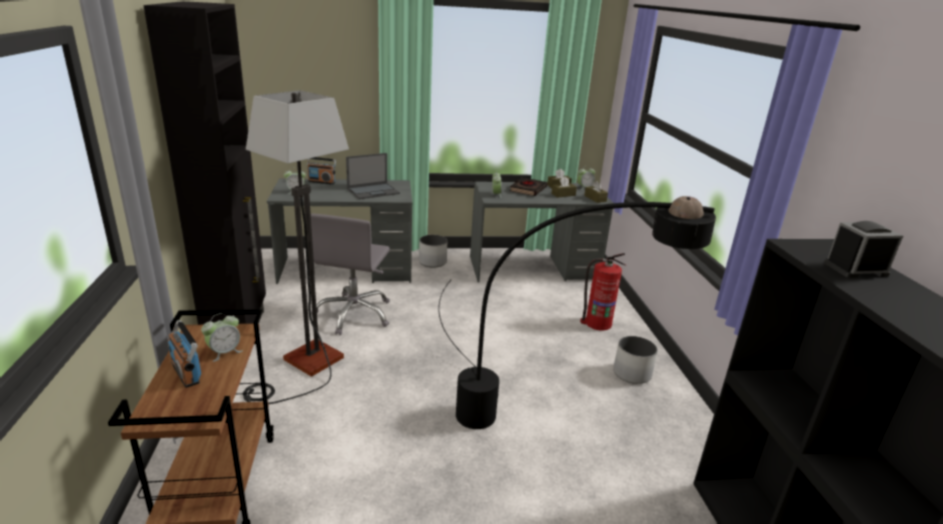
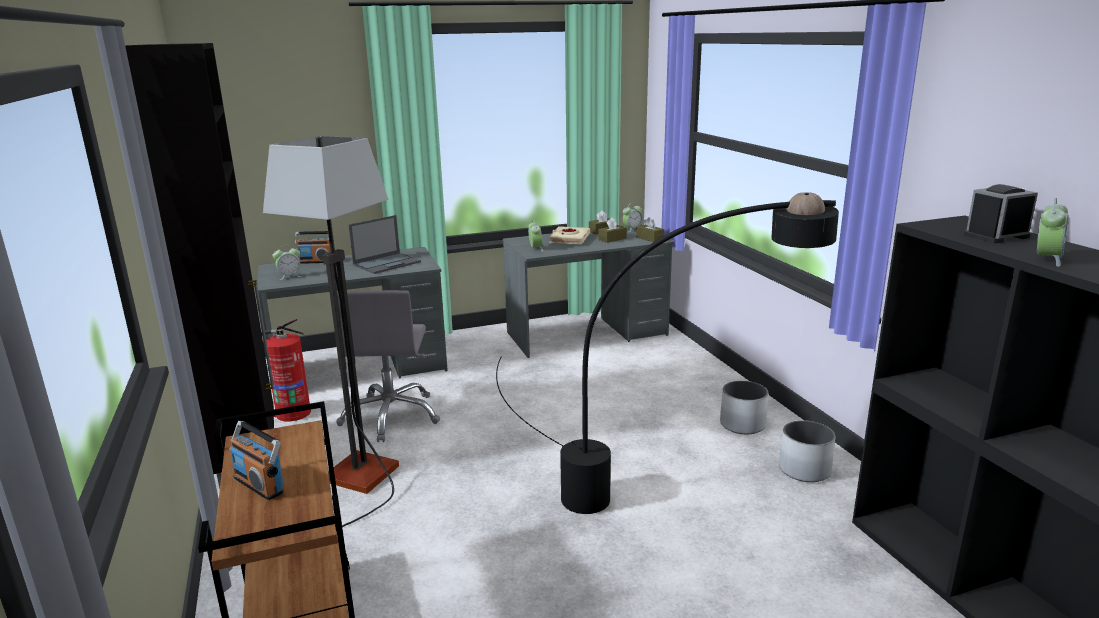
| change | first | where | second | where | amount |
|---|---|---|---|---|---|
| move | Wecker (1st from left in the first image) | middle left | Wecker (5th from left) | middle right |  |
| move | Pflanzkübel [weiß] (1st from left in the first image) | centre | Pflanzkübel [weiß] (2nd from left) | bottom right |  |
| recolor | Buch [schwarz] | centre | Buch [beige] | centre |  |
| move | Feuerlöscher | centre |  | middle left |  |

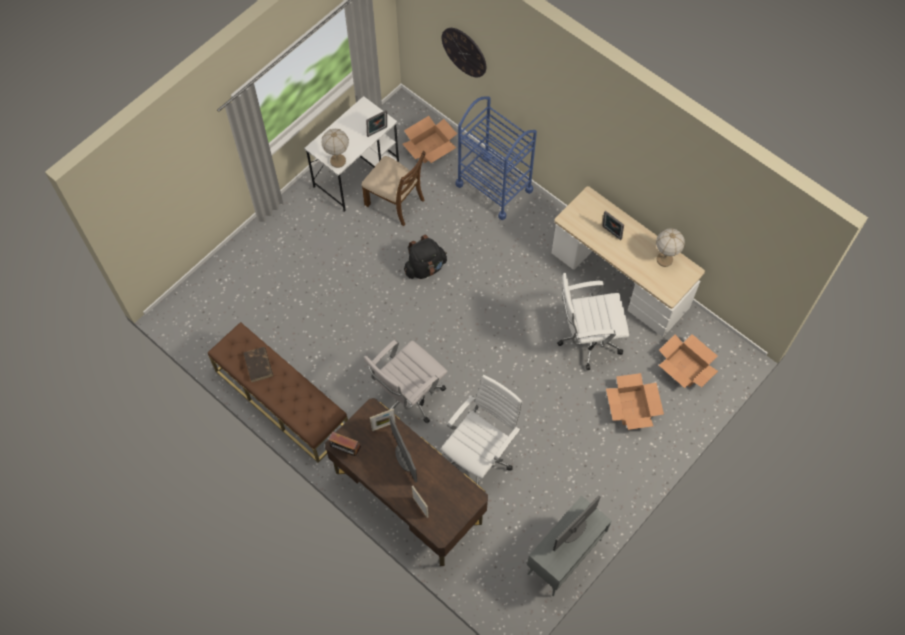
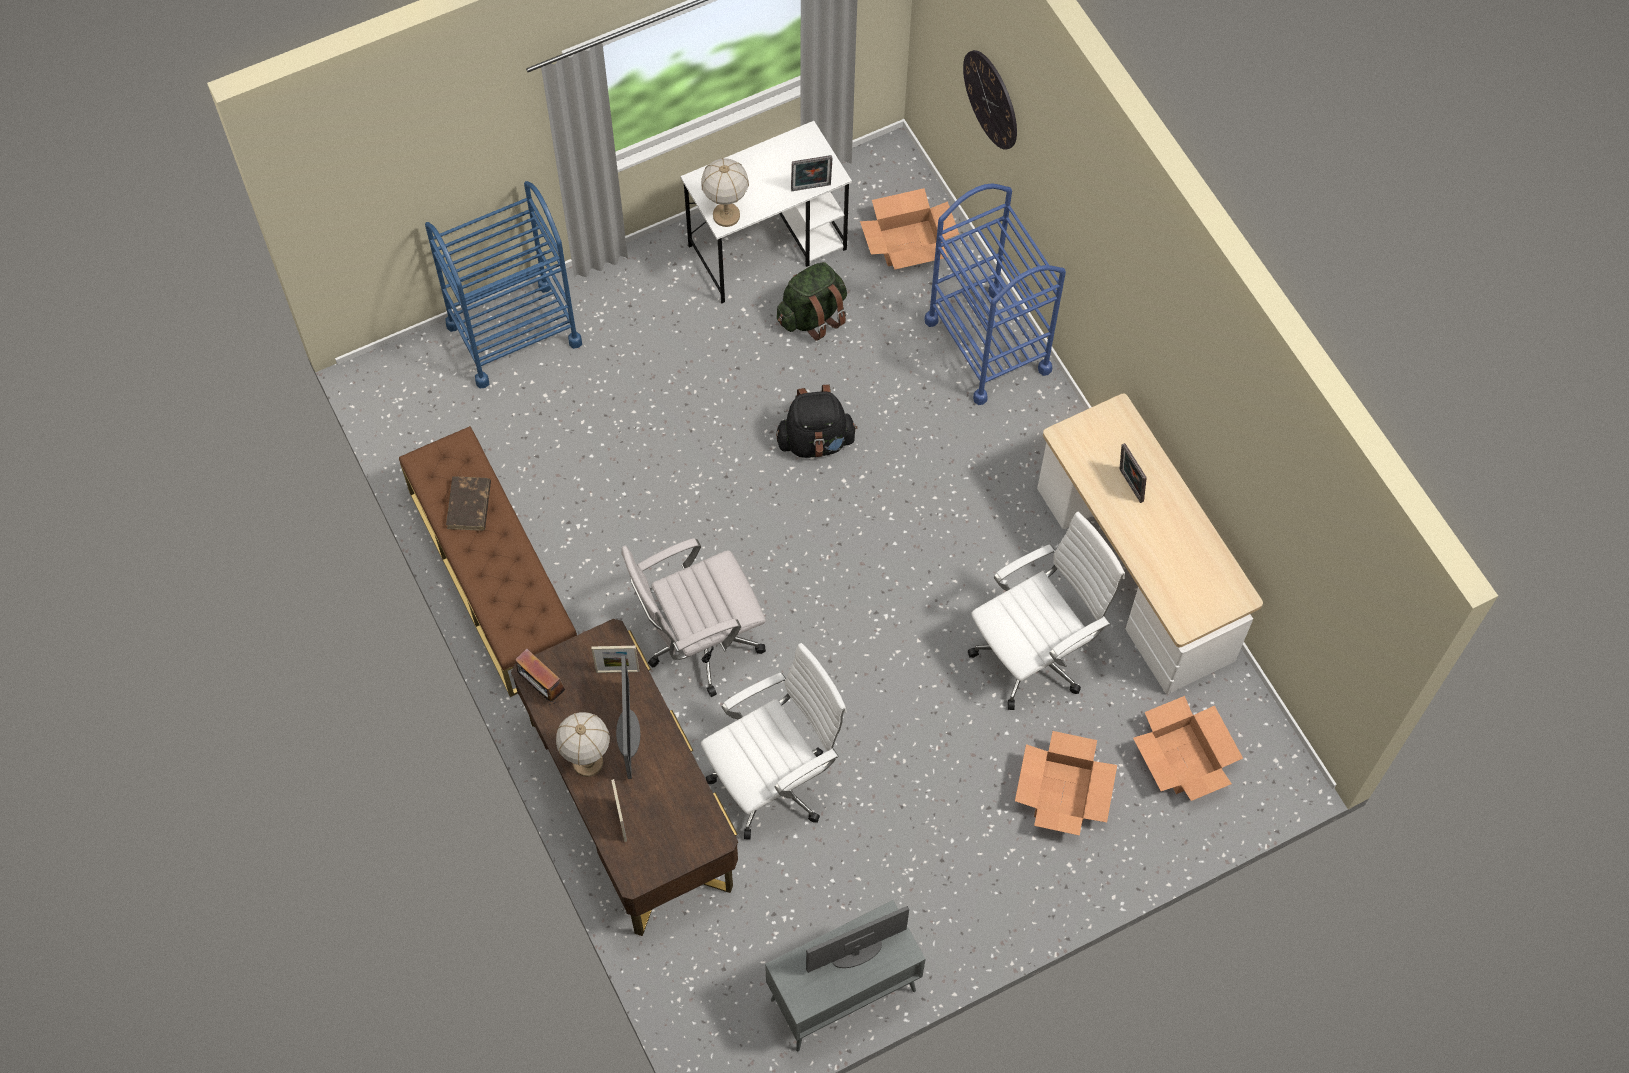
| change | first | where | second | where | amount |
|---|---|---|---|---|---|
| replace | Stuhl [braun] | top centre | Rucksack [grün] | top centre |  |
| rotate | Bürostuhl [weiß] (3rd from left) | centre |  | centre | 135 degrees clockwise |
| move | Tischlampe (2nd from left in the first image) | middle right | Tischlampe (1st from left) | bottom centre |  |
| insert |  |  | Rollwagen [blau] (1st from left) | top left |  |

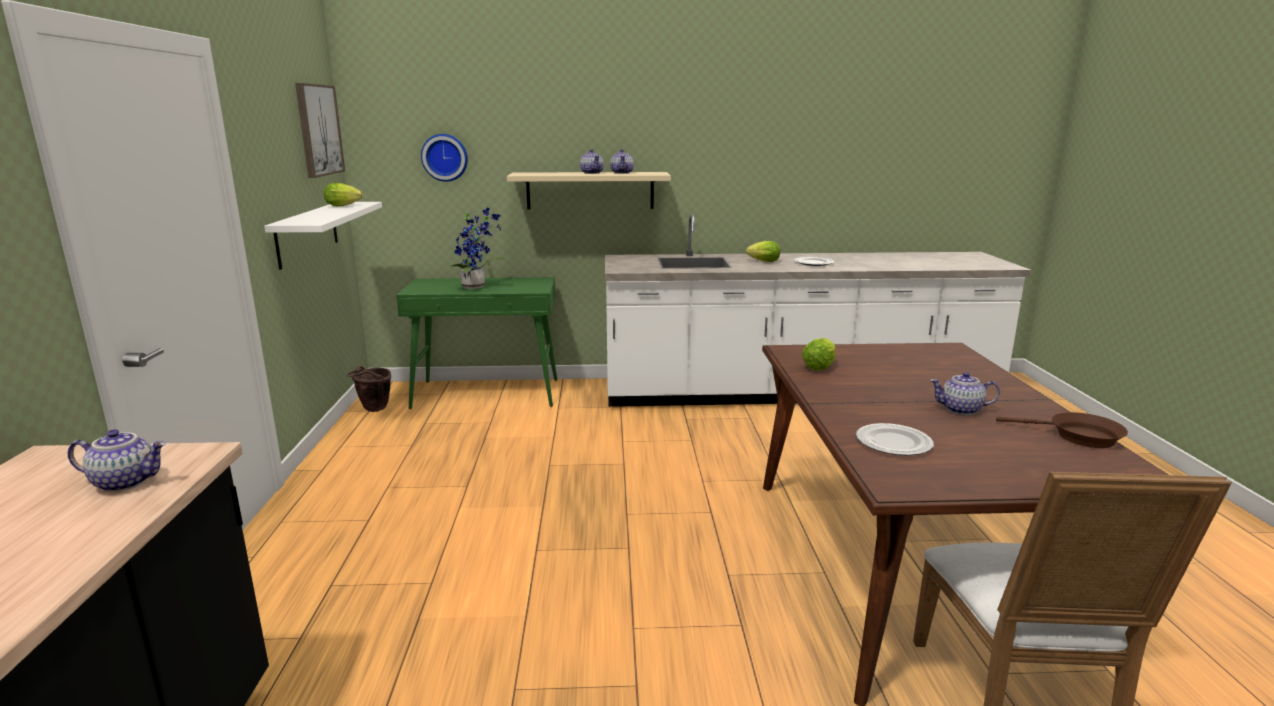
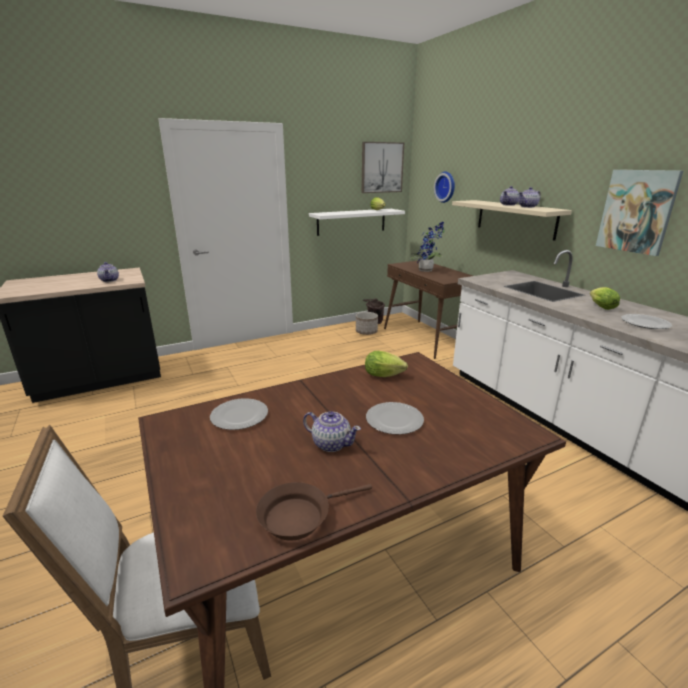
| change | first | where | second | where | amount |
|---|---|---|---|---|---|
| recolor | Konsolentisch [grün] | centre | Konsolentisch [braun] | centre |  |
| rotate | Teekanne (4th from left in the first image) | middle right | Teekanne (2nd from left) | centre | 135 degrees clockwise |
| rotate | Pfanne [braun] | middle right |  | bottom centre | 60 degrees clockwise |
| insert |  |  | Pflanzkübel | centre |  |
| insert |  |  | Teller (2nd from left) | centre |  |
| insert |  |  | Bild (2nd from left) | top right |  |

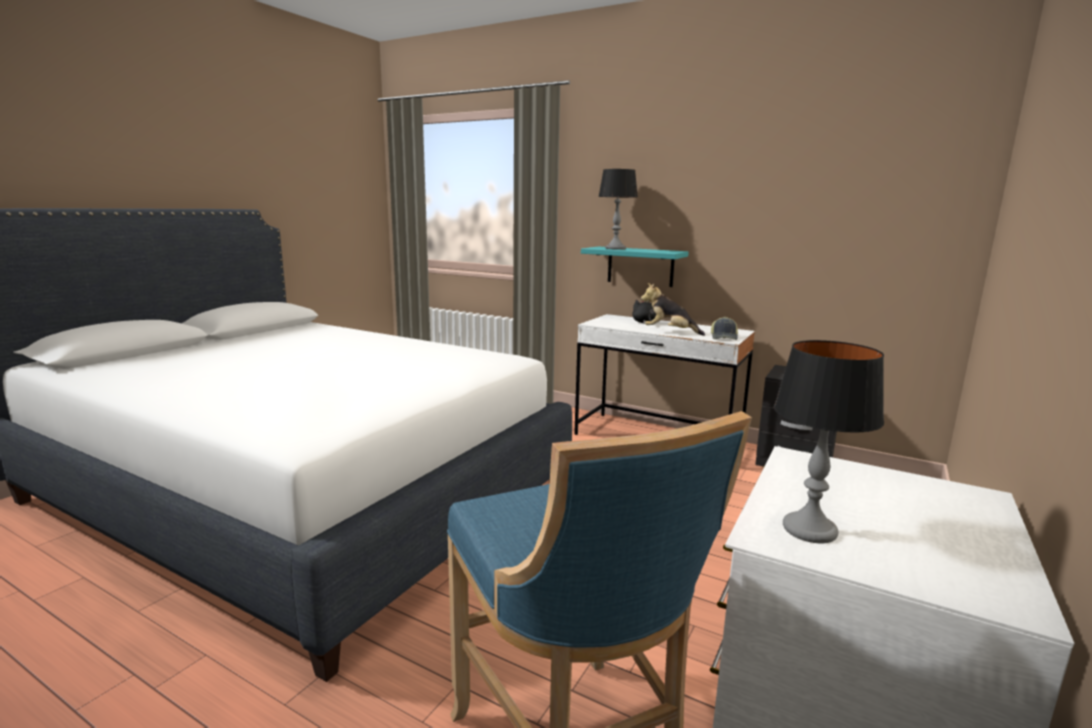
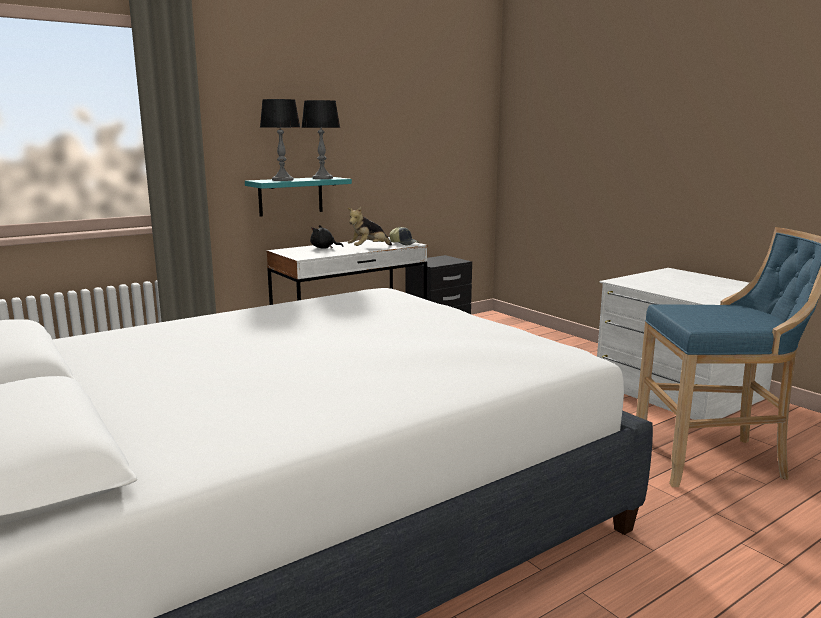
| change | first | where | second | where | amount |
|---|---|---|---|---|---|
| move | Tischlampe (2nd from left) | middle right |  | top centre |  |

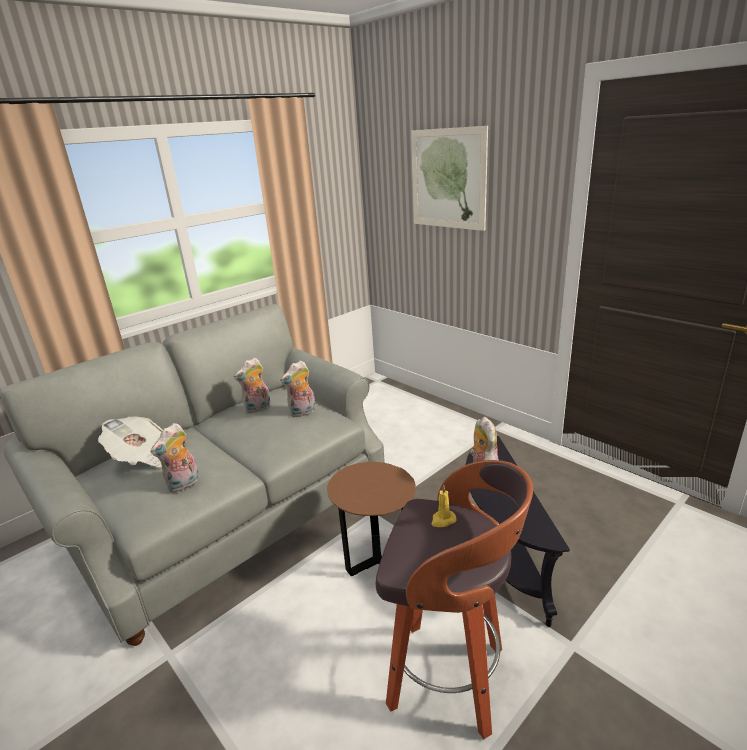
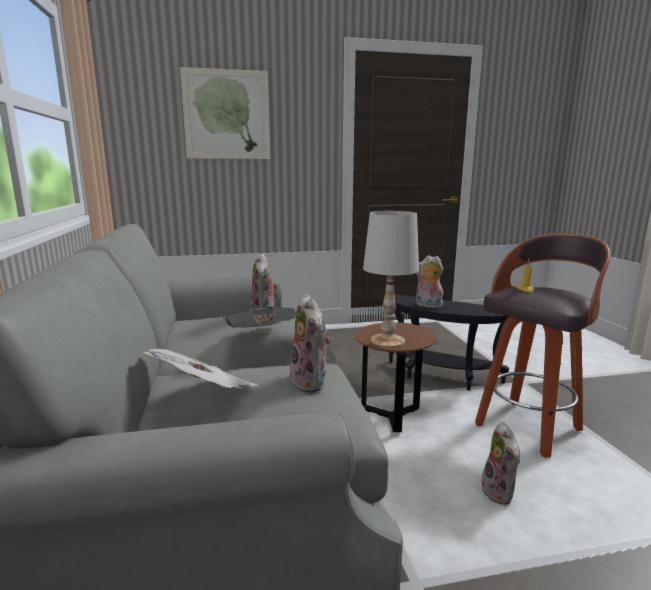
| change | first | where | second | where | amount |
|---|---|---|---|---|---|
| move | Plüschtier (2nd from left in the first image) | centre | Plüschtier (4th from left) | bottom right |  |
| insert |  |  | Zeitung (2nd from left) | centre |  |
| insert |  |  | Tischlampe [weiß] | centre |  |

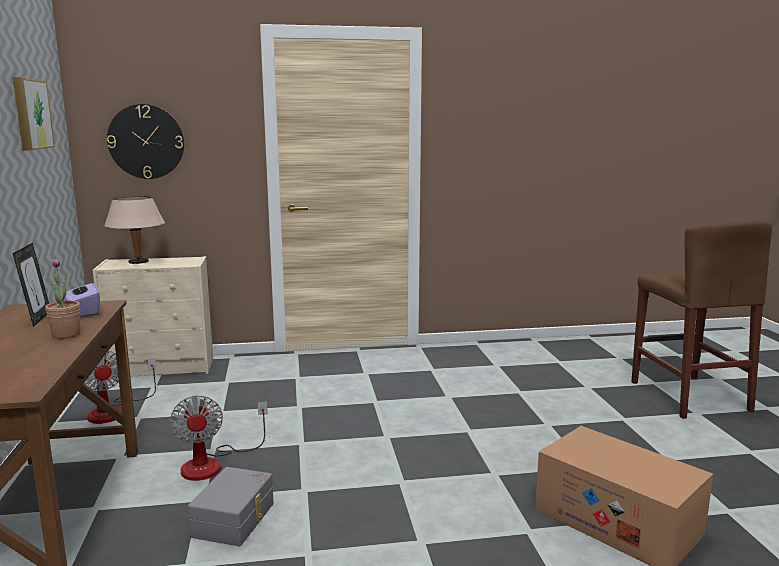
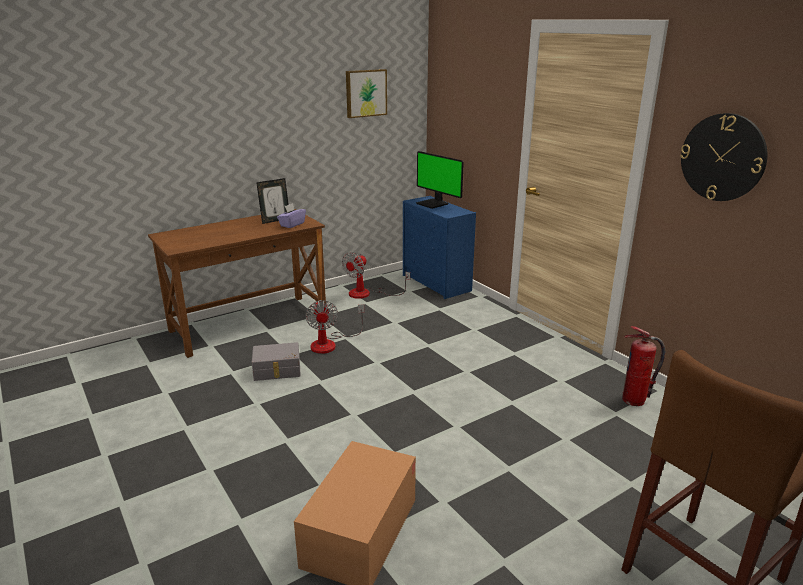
| change | first | where | second | where | amount |
|---|---|---|---|---|---|
| delete | Topfpflanze | middle left |  |  |  |
| recolor | Kommode [beige] | middle left | Kommode [blau] | centre |  |
| replace | Tischlampe [beige] | middle left | Monitor | top centre |  |
| move | Wanduhr | top left |  | top right |  |
| rotate | Ventilator (2nd from left in the first image) | bottom left | Ventilator (1st from left) | centre | 60 degrees counterclockwise |
| insert |  |  | Feuerlöscher | middle right |  |

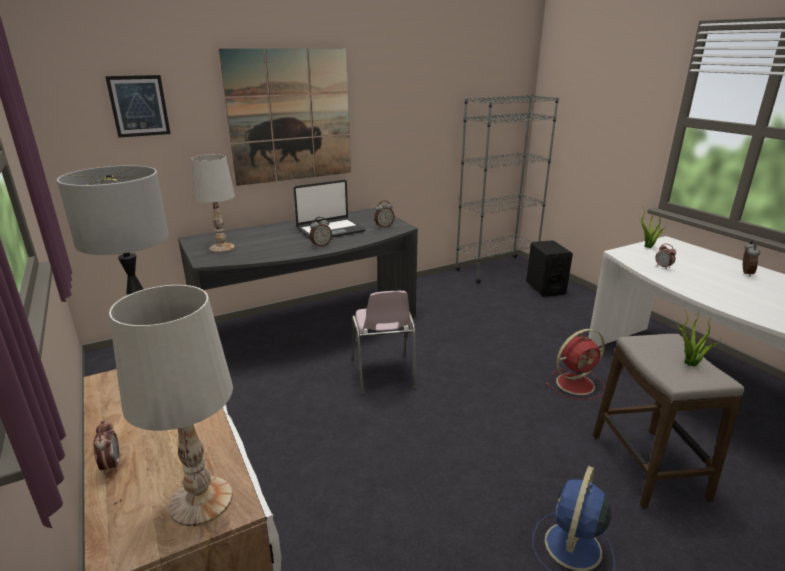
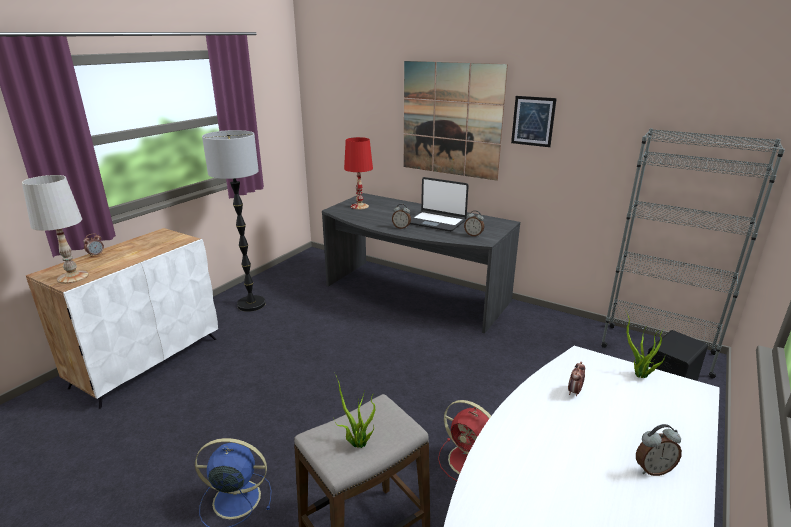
| change | first | where | second | where | amount |
|---|---|---|---|---|---|
| move | Bild (1st from left in the first image) | top left | Bild (2nd from left) | top right |  |
| recolor | Tischlampe [weiß] (2nd from left) | middle left | Tischlampe [rot] | top centre |  |
| delete | Stuhl [rosa] | centre |  |  |  |

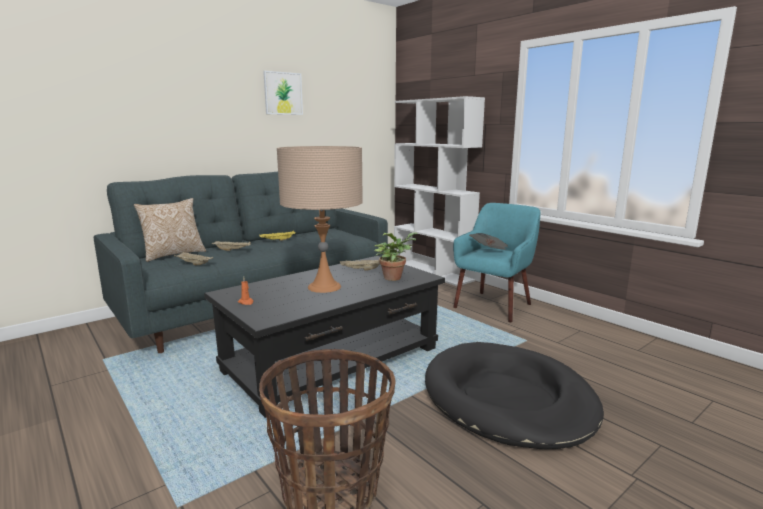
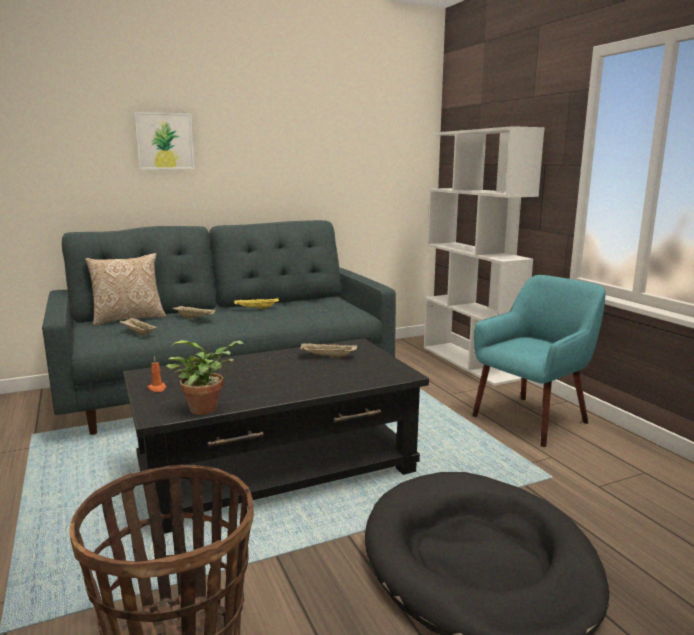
| change | first | where | second | where | amount |
|---|---|---|---|---|---|
| move | Bild | top centre |  | top left |  |
| delete | Tischlampe [beige] | centre |  |  |  |
| move | Topfpflanze | centre |  | middle left |  |
| delete | Zeitung | centre |  |  |  |

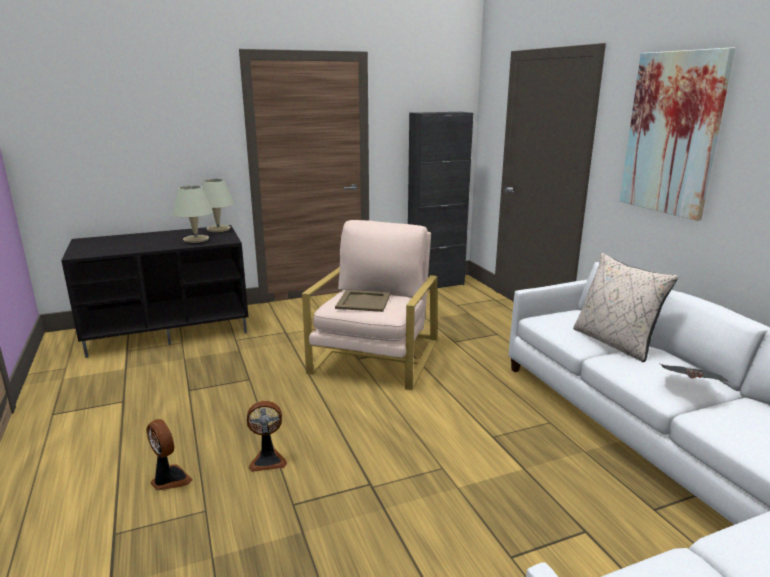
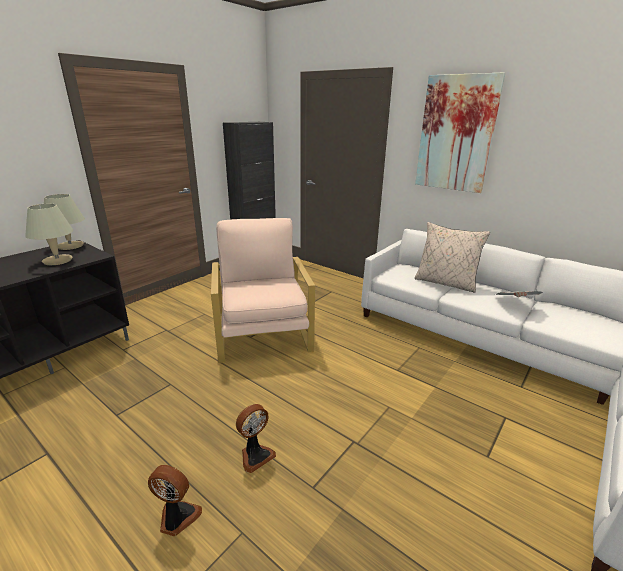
| change | first | where | second | where | amount |
|---|---|---|---|---|---|
| delete | Tablett [beige] | centre |  |  |  |

